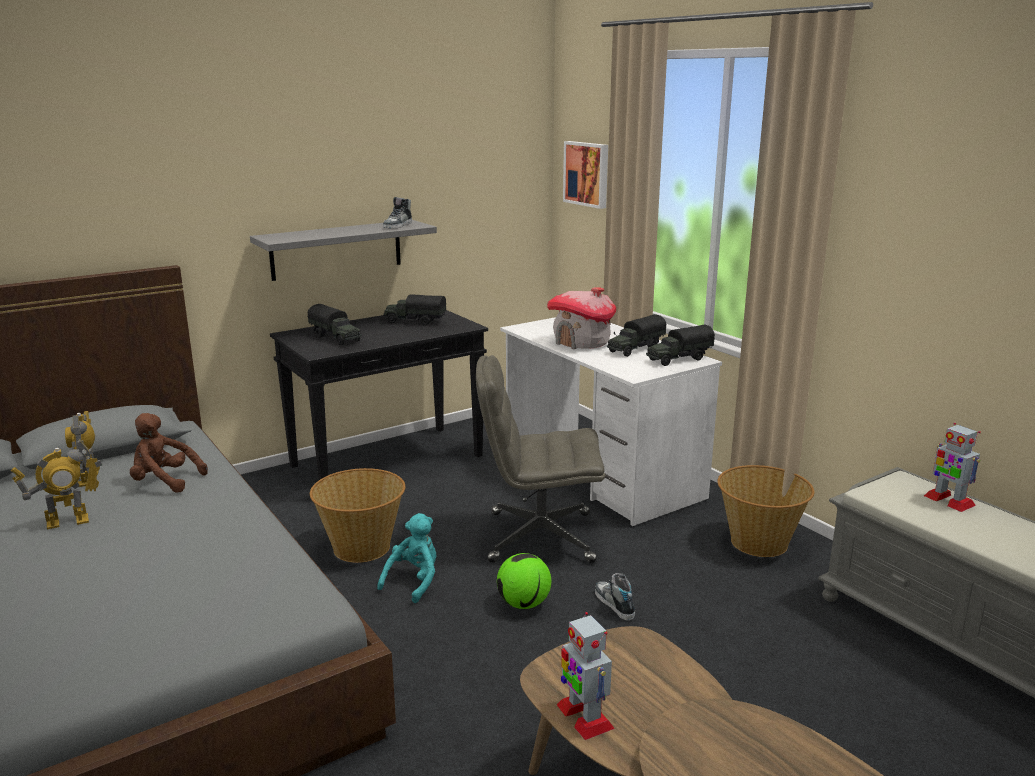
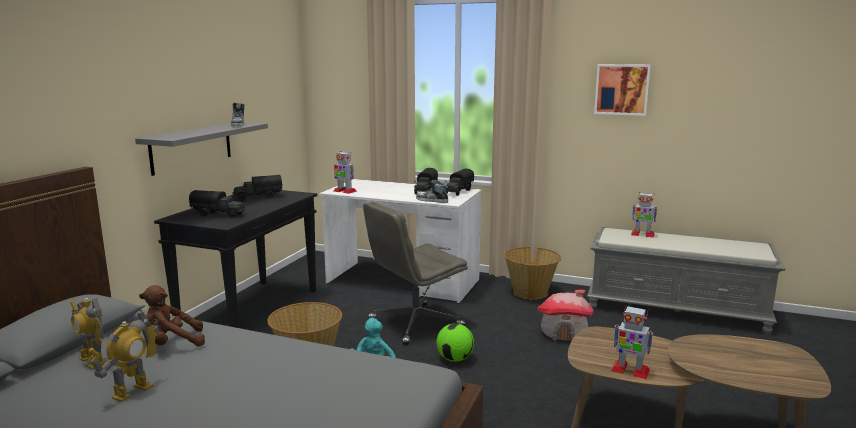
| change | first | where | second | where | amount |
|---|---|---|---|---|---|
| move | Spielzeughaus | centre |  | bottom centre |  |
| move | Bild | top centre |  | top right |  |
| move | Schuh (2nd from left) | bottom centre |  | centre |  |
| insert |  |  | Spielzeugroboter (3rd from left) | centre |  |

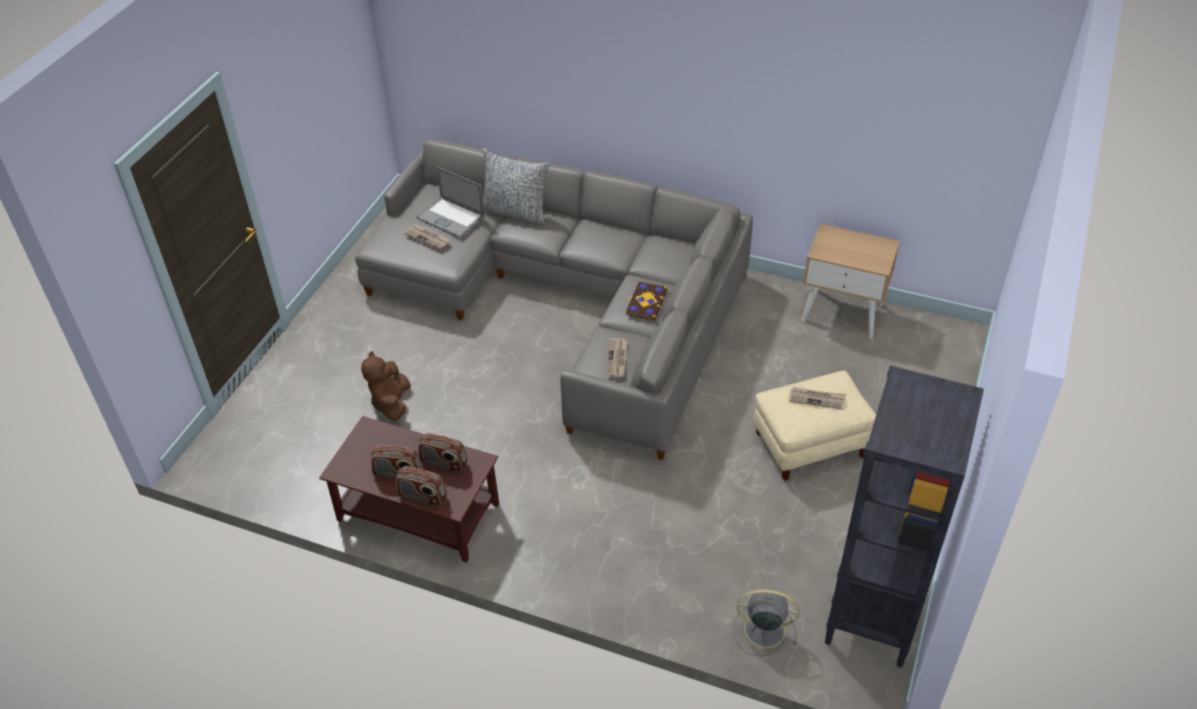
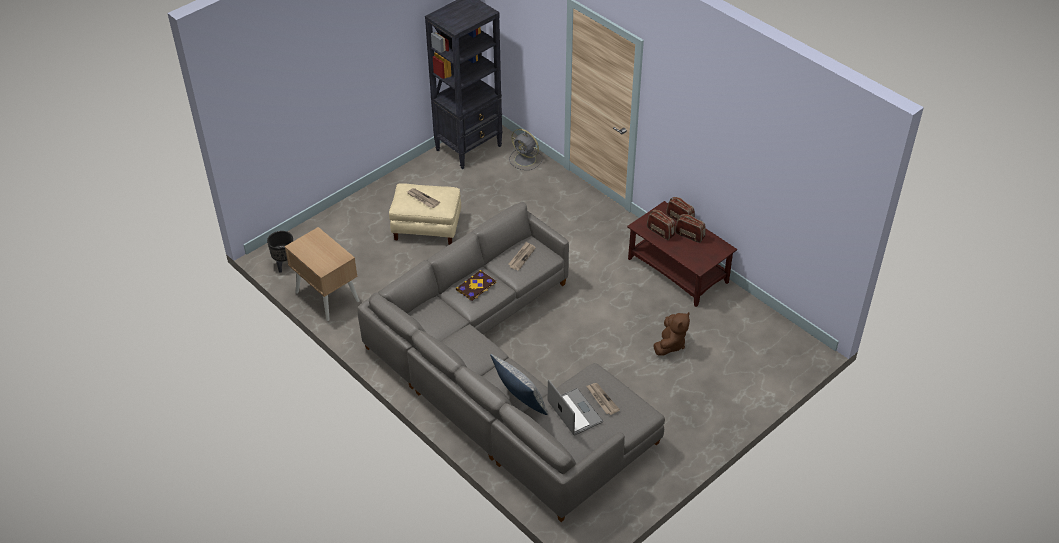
| change | first | where | second | where | amount |
|---|---|---|---|---|---|
| insert |  |  | Pflanzkübel [schwarz] | middle left |  |

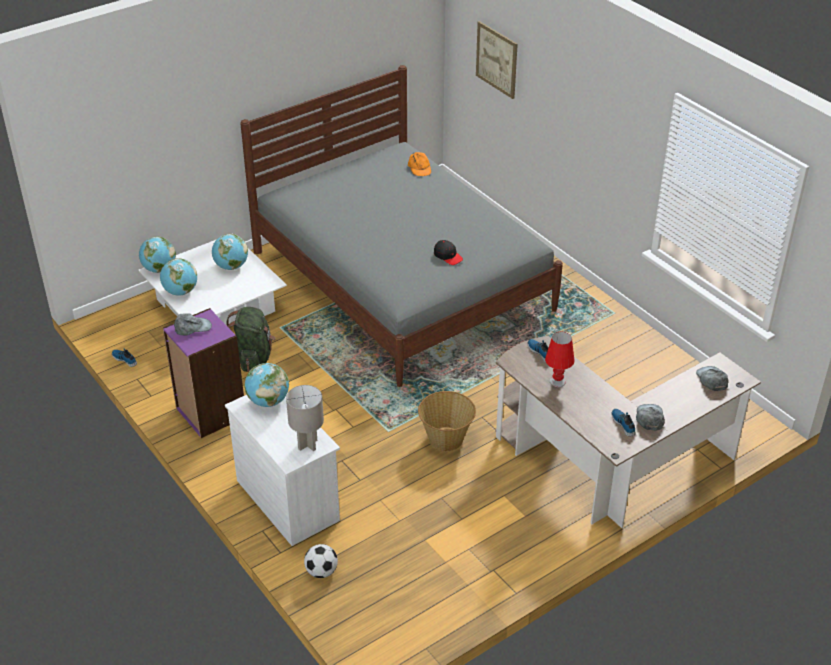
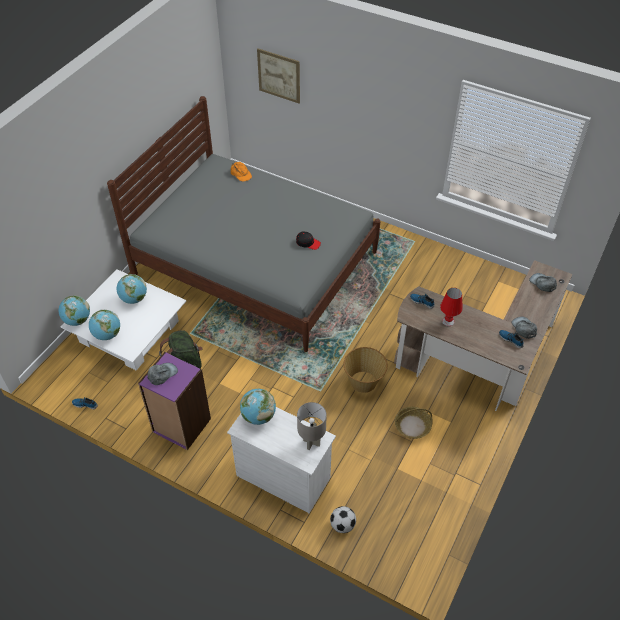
| change | first | where | second | where | amount |
|---|---|---|---|---|---|
| insert |  |  | Korb (2nd from left) | bottom centre |  |

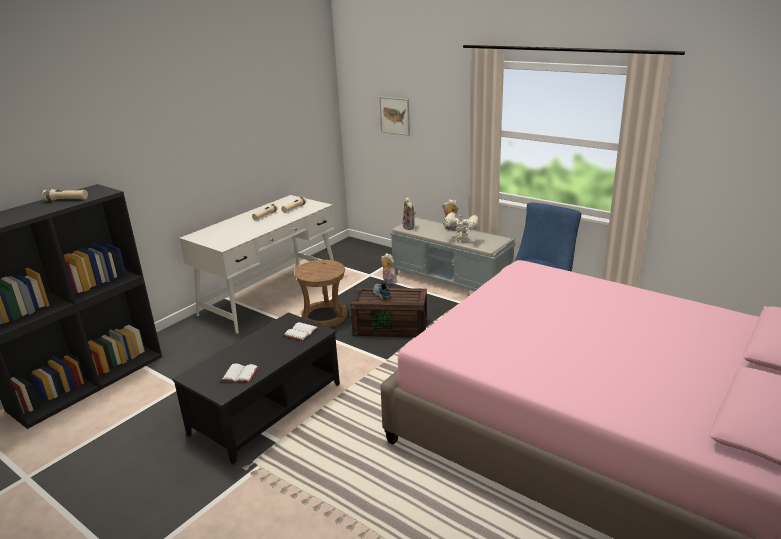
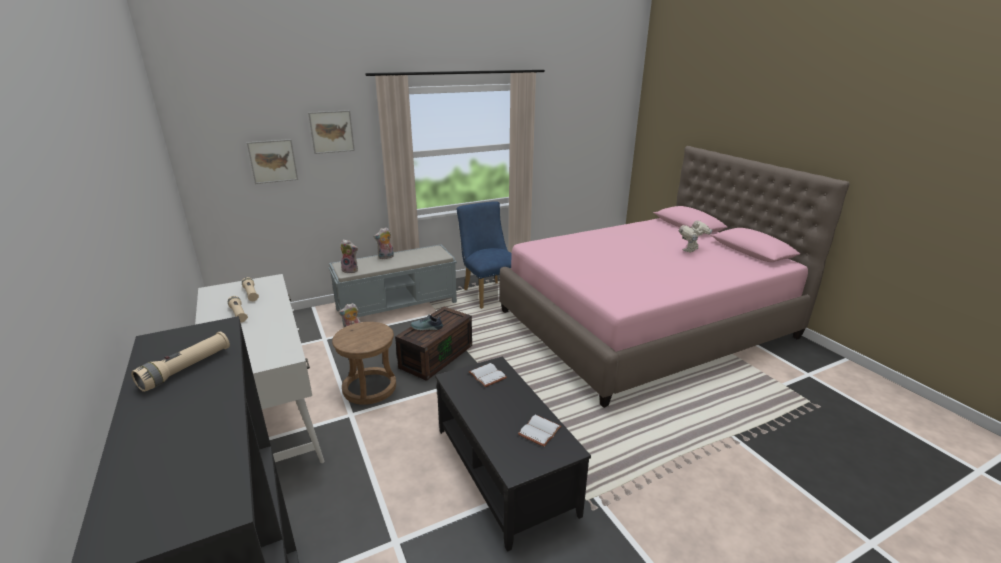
| change | first | where | second | where | amount |
|---|---|---|---|---|---|
| move | Spielzeugroboter | centre |  | middle right |  |
| insert |  |  | Bild (2nd from left) | top left |  |

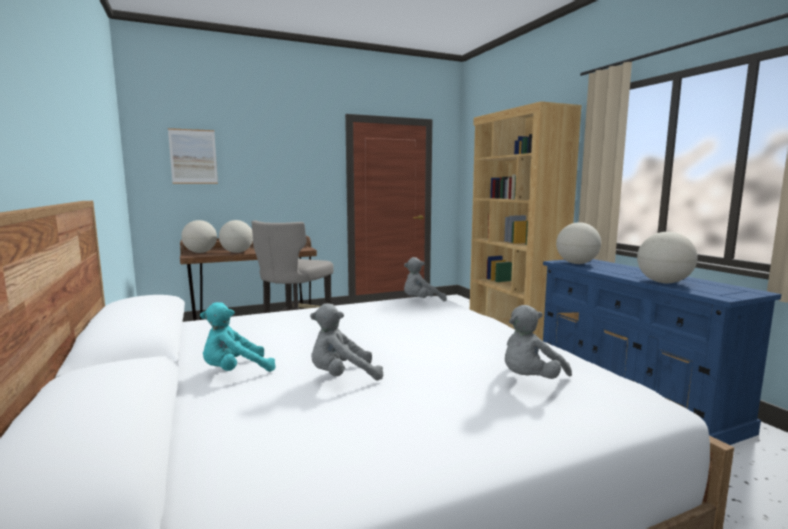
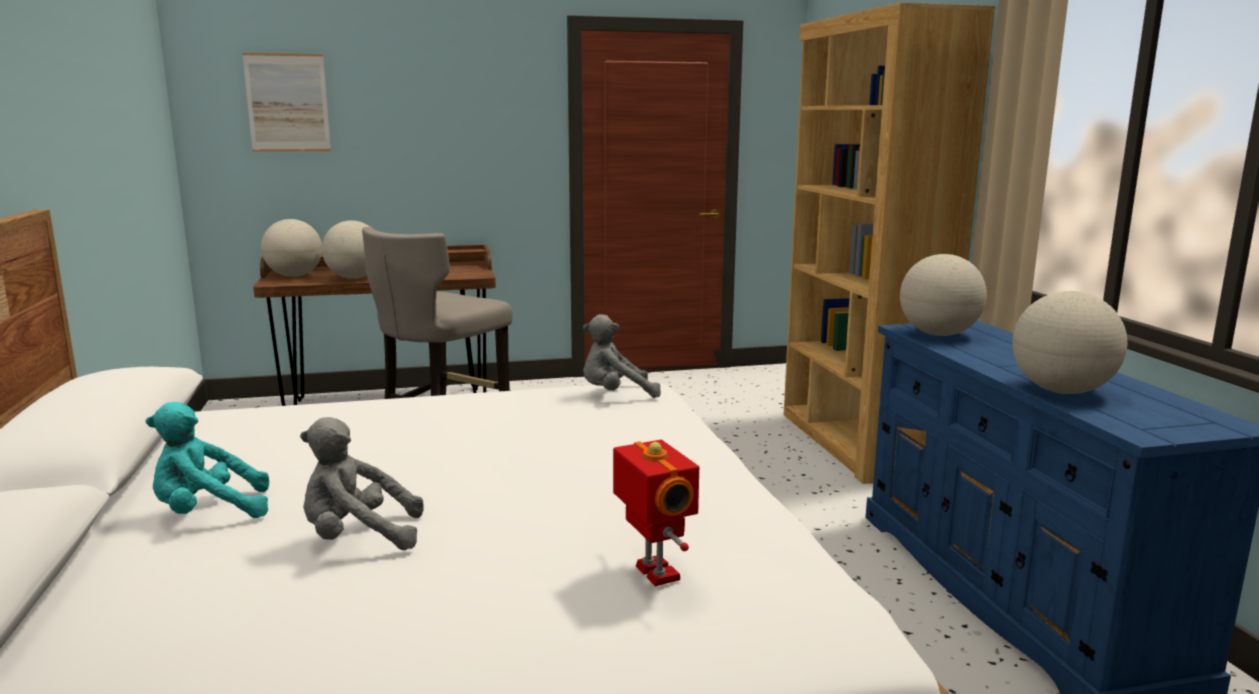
| change | first | where | second | where | amount |
|---|---|---|---|---|---|
| replace | Plüschtier [grau] (3rd from left) | middle right | Spielzeugroboter | bottom centre |  |

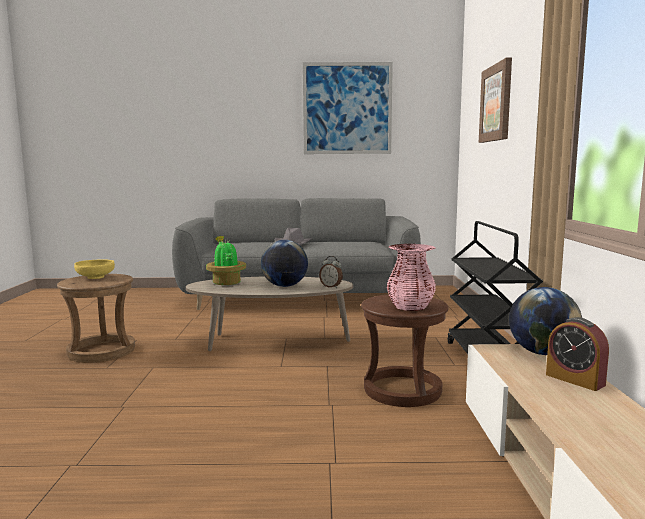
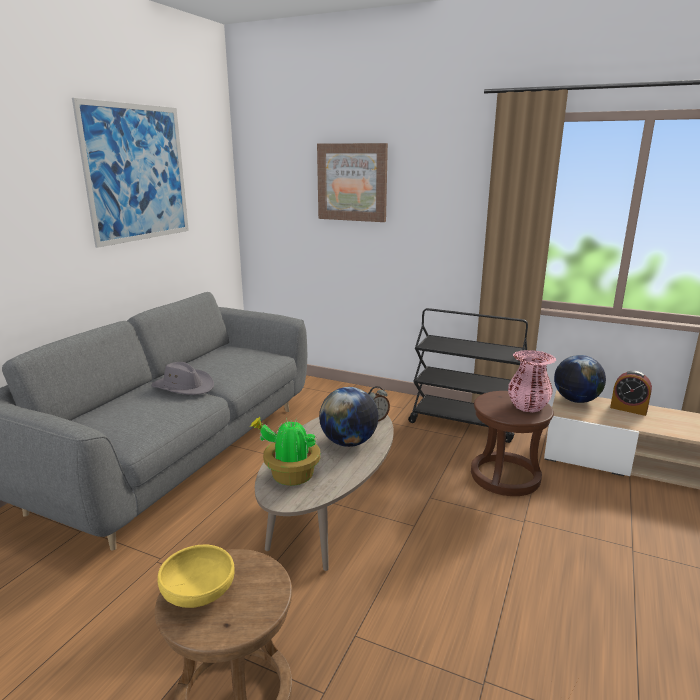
| change | first | where | second | where | amount |
|---|---|---|---|---|---|
| rotate | Wecker (2nd from left) | bottom right |  | middle right | 45 degrees clockwise |

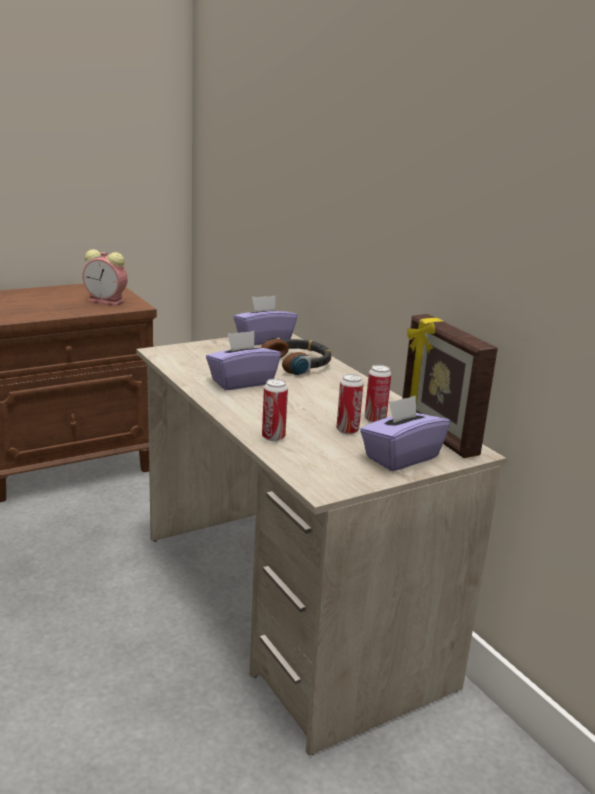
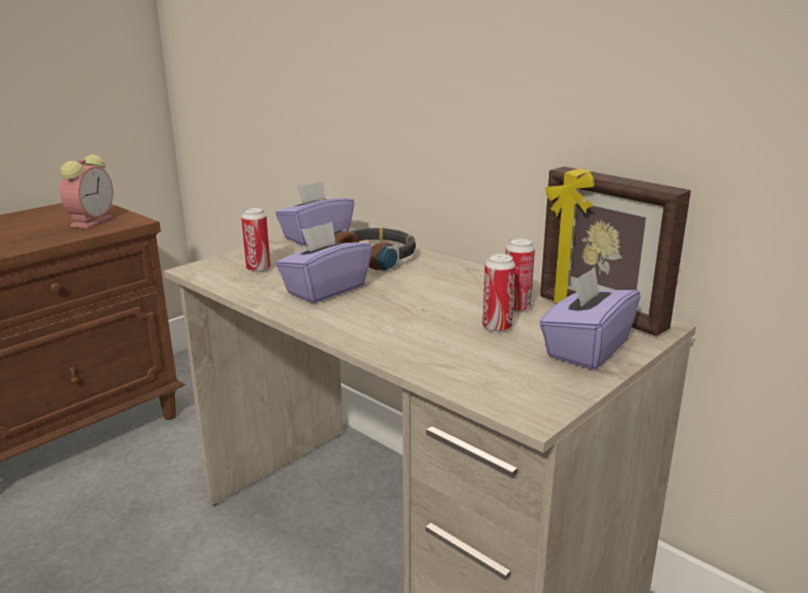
| change | first | where | second | where | amount |
|---|---|---|---|---|---|
| rotate | Wecker | middle left |  | top left | 75 degrees counterclockwise |
| move | Dose (1st from left) | centre |  | middle left |  |

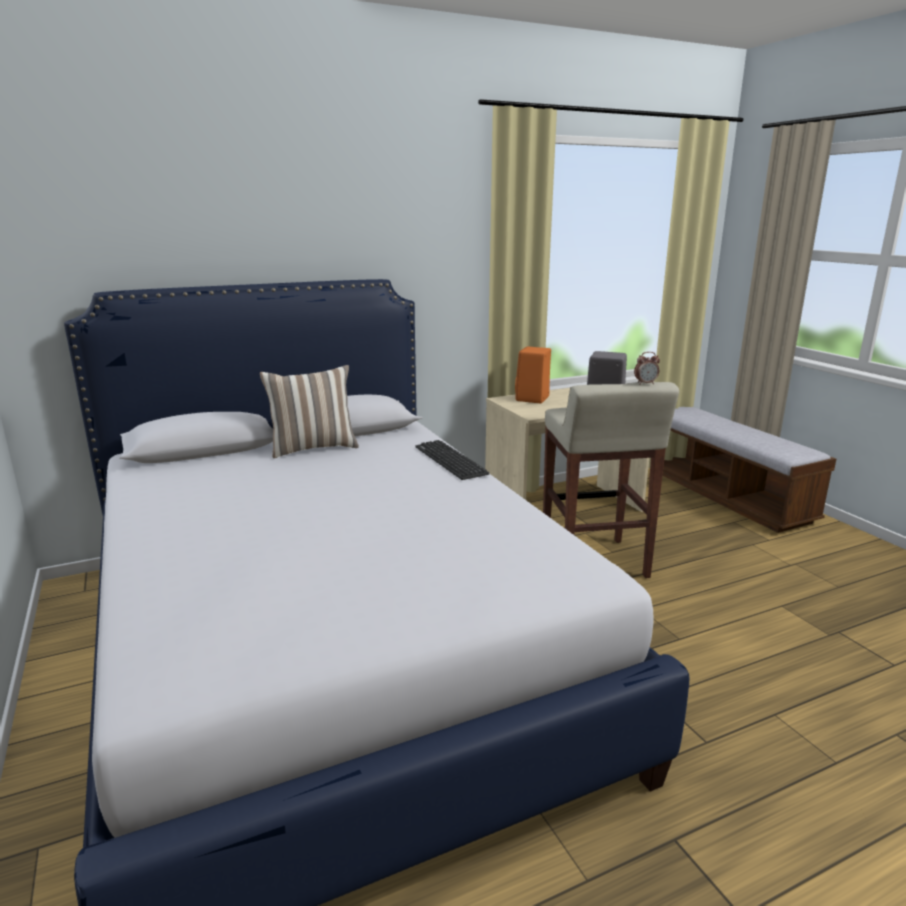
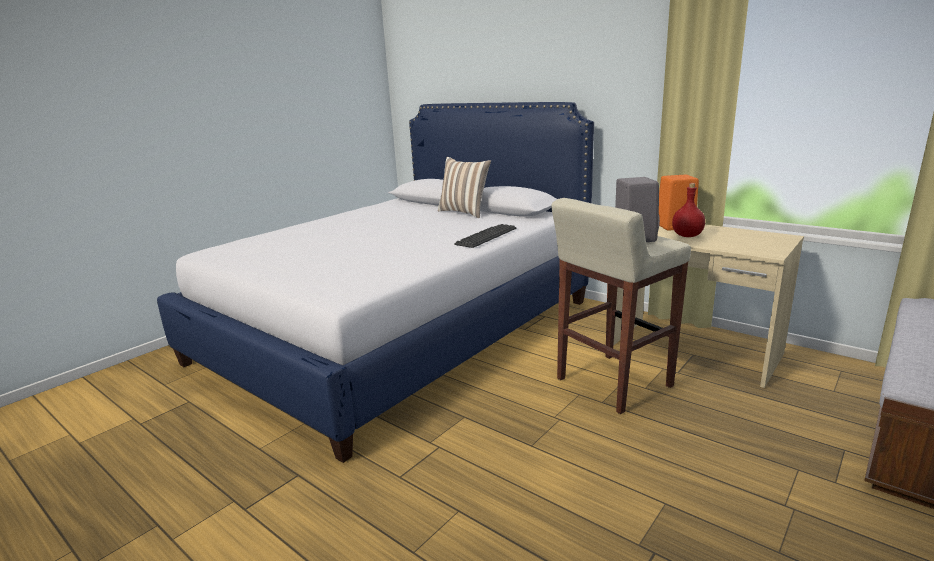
| change | first | where | second | where | amount |
|---|---|---|---|---|---|
| delete | Wecker | middle right |  |  |  |
| insert |  |  | Flasche [rot] | middle right |  |

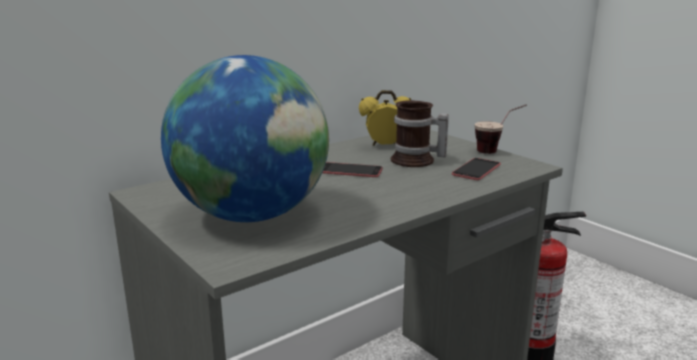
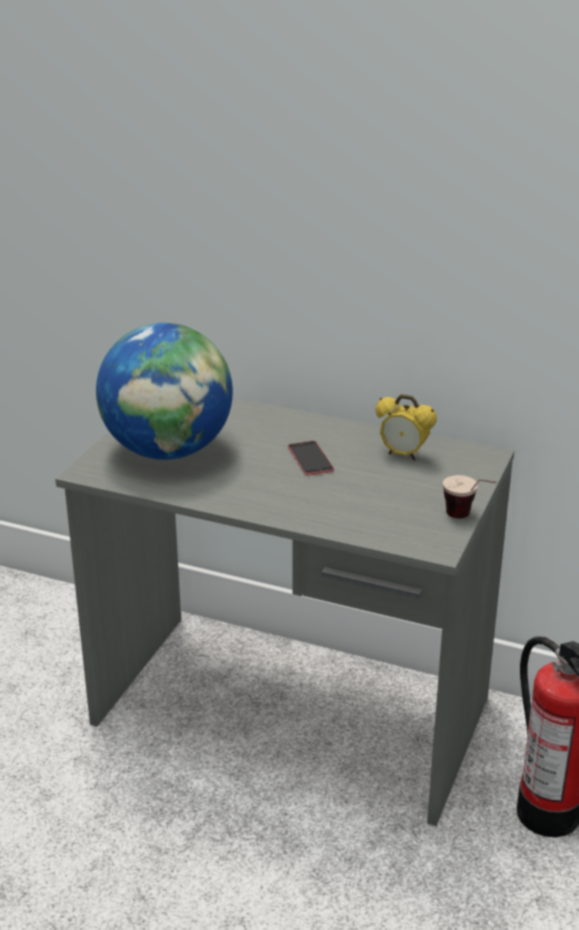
| change | first | where | second | where | amount |
|---|---|---|---|---|---|
| rotate | Wecker | top centre |  | middle right | 150 degrees clockwise |
| delete | Henkelbecher | centre |  |  |  |
| delete | Handy (2nd from left) | middle right |  |  |  |

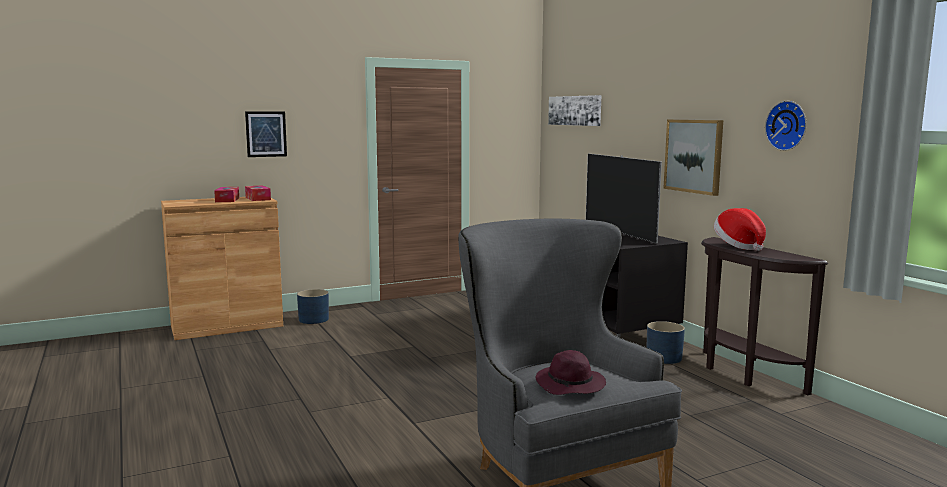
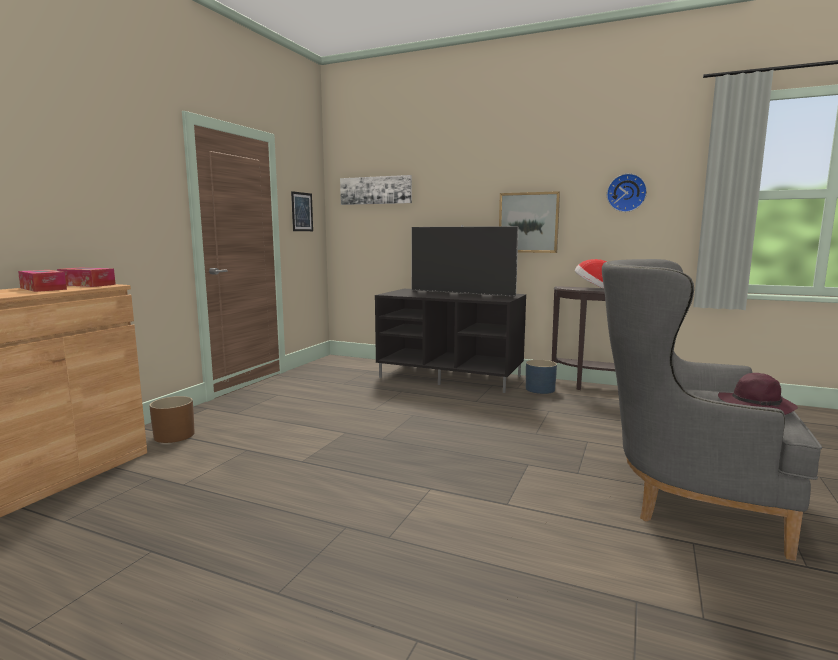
| change | first | where | second | where | amount |
|---|---|---|---|---|---|
| move | Bild (1st from left) | top left |  | top centre |  |
| recolor | Pflanzkübel [blau] (1st from left) | middle left | Pflanzkübel [braun] | middle left |  |

